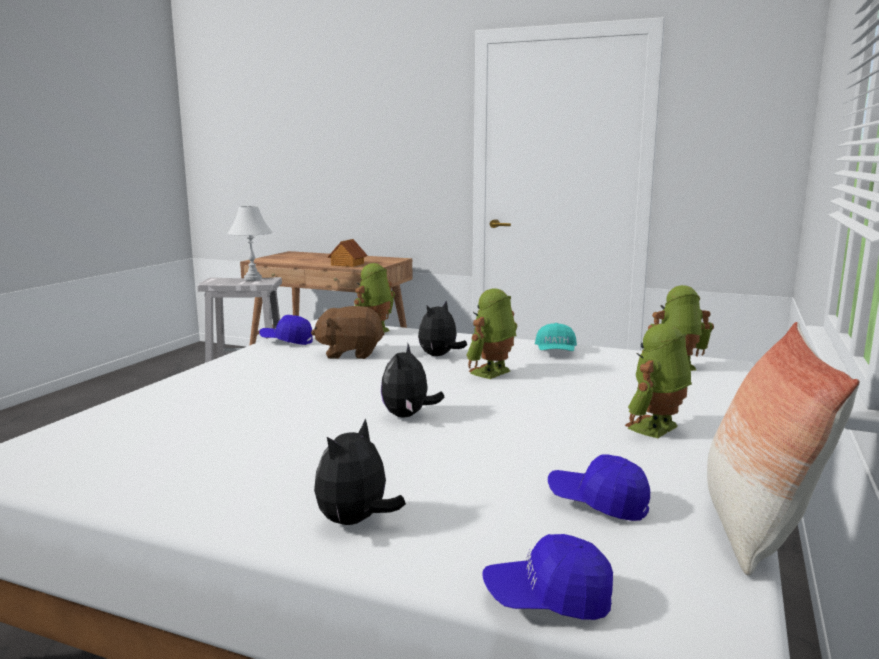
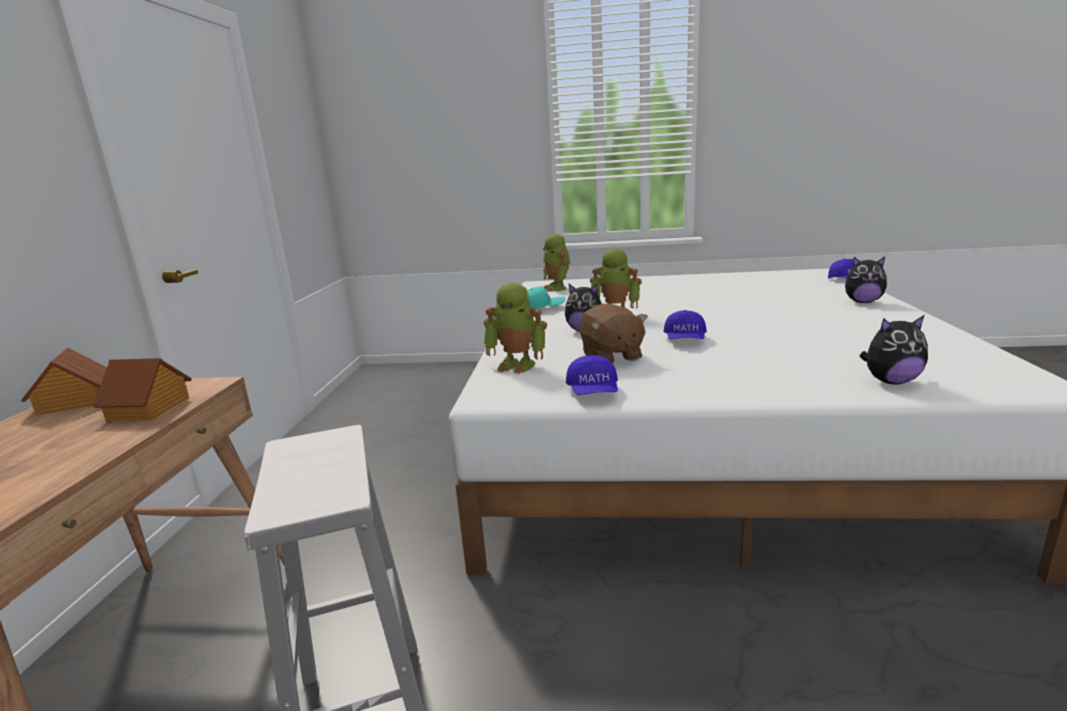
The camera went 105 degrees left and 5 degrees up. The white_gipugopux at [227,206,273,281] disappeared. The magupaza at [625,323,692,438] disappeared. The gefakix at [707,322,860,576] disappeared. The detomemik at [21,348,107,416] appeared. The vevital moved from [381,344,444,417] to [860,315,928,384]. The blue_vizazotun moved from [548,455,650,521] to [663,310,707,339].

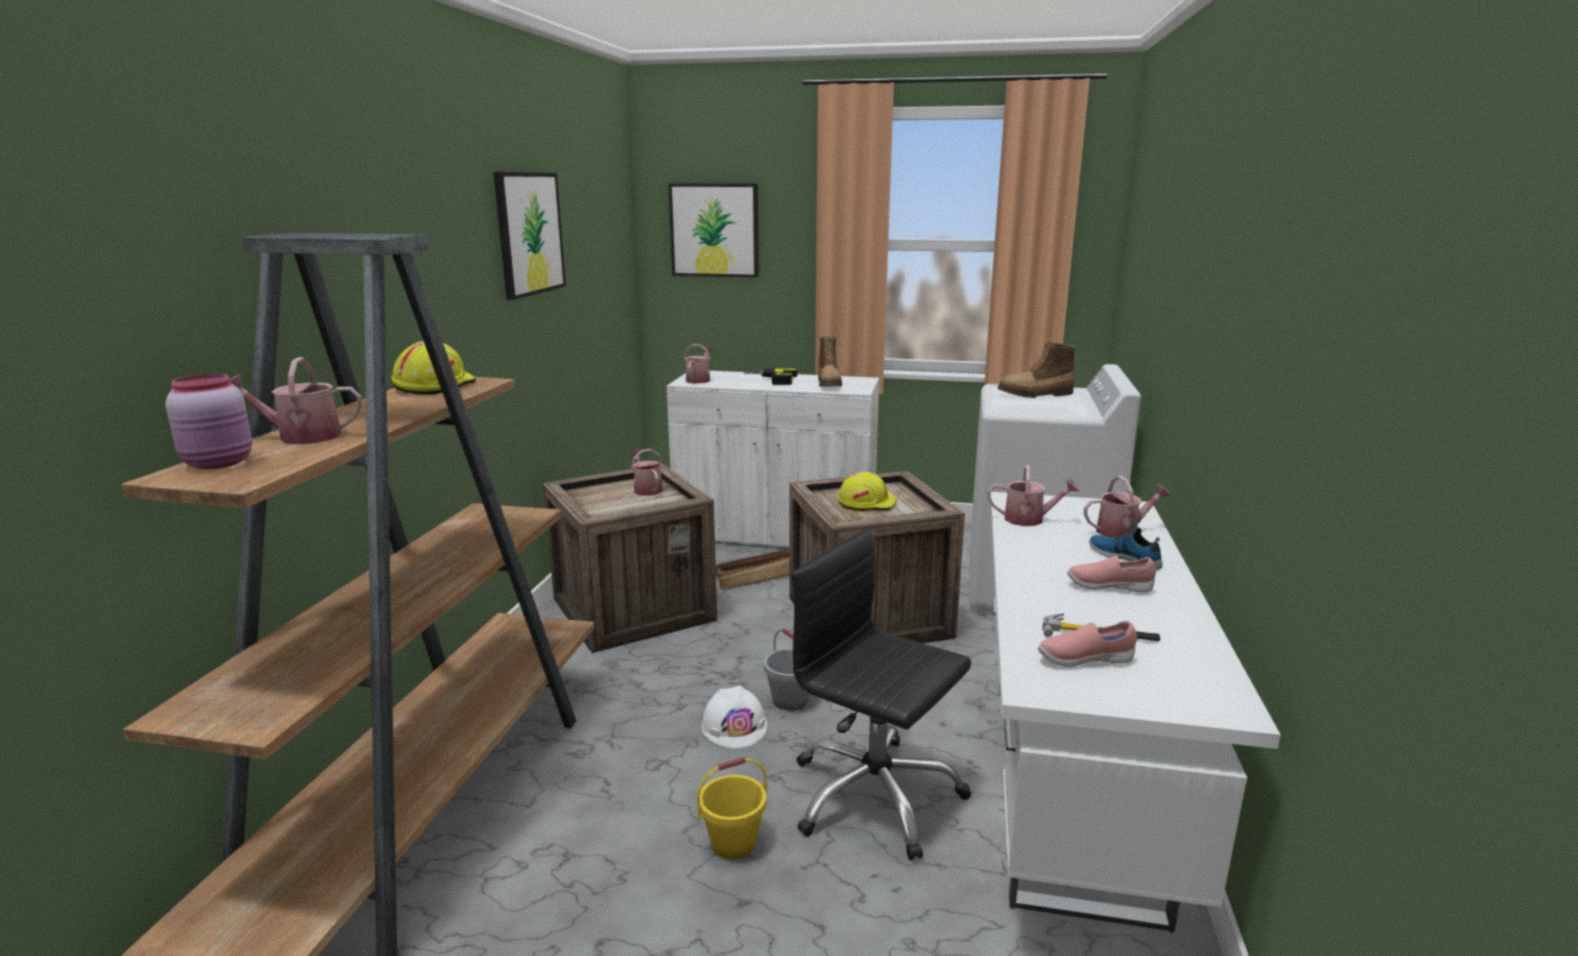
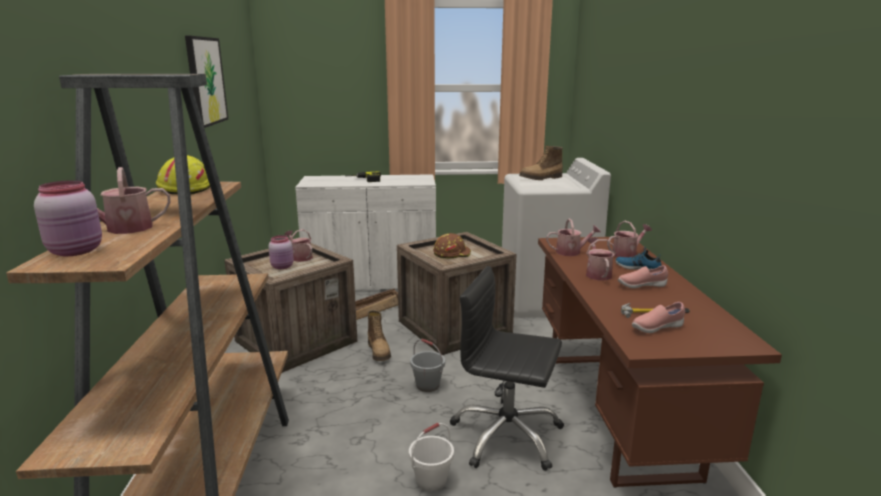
The camera went 15 degrees left and 0 degrees up. The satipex at [668,183,759,277] disappeared. The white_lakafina at [701,685,768,748] disappeared. The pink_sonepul at [268,235,294,269] appeared. The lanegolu moved from [684,344,712,384] to [586,237,616,280]. The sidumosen moved from [818,337,842,386] to [367,310,391,361]. The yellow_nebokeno at [697,757,767,859] became the white_nebokeno at [409,423,454,492]. The yellow_lakafina at [838,472,897,511] became the brown_lakafina at [433,233,471,258]. The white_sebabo at [990,492,1281,933] became the brown_sebabo at [538,237,782,488].

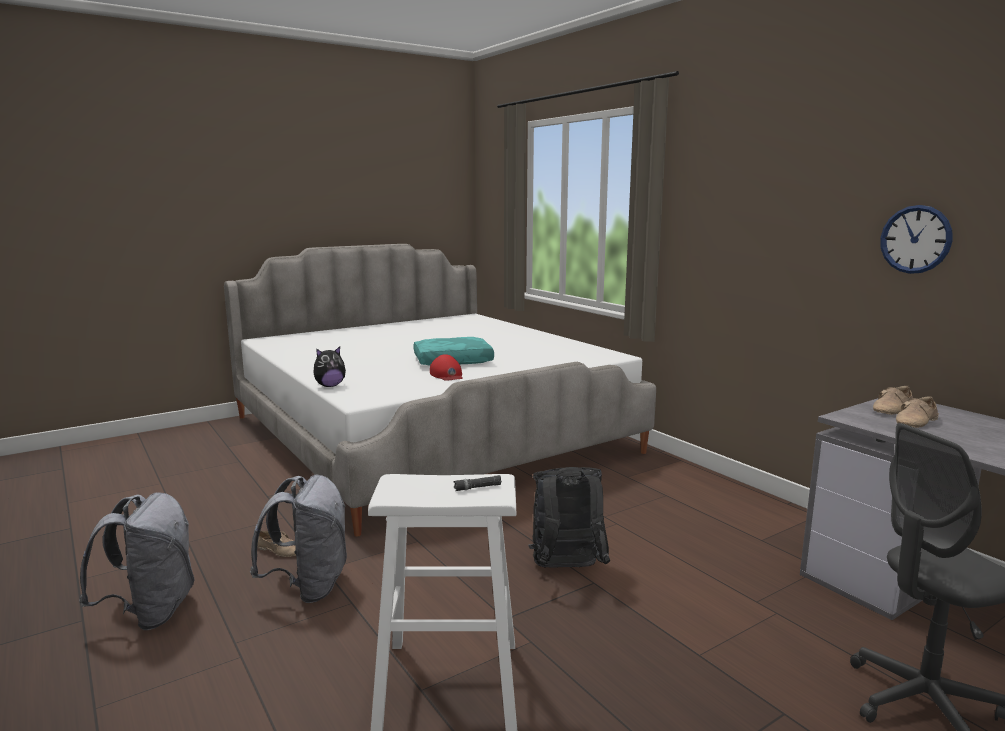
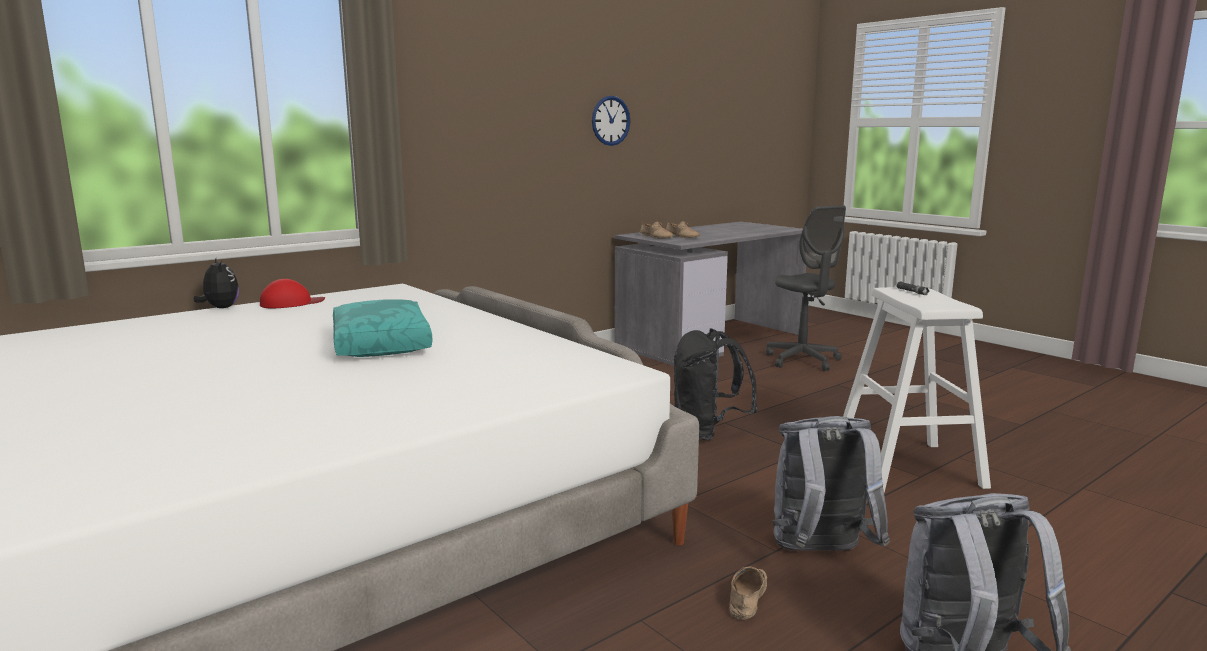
The camera went 95 degrees left and 0 degrees up. The vevital moved from [313,346,346,387] to [194,258,239,308]. The red_vizazotun moved from [430,354,463,381] to [260,279,325,308].

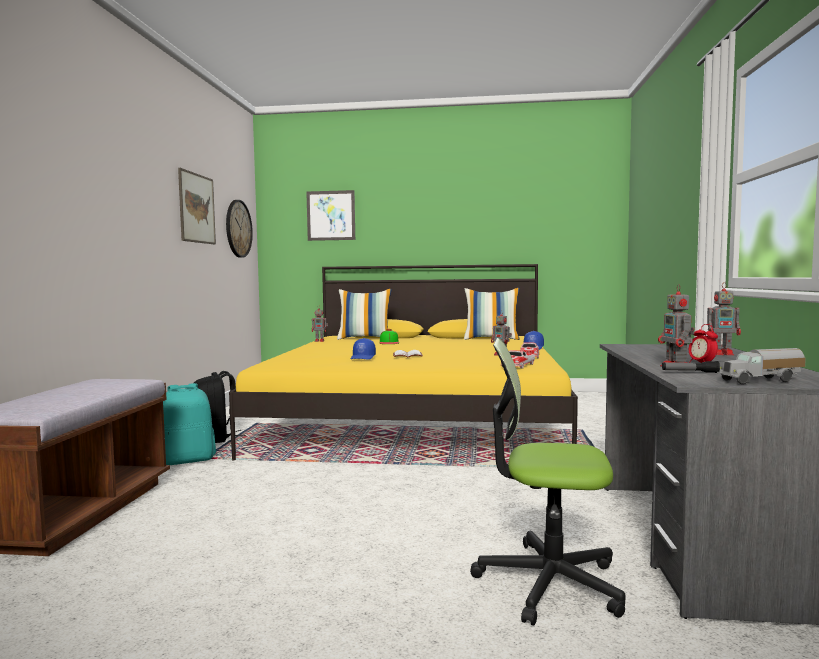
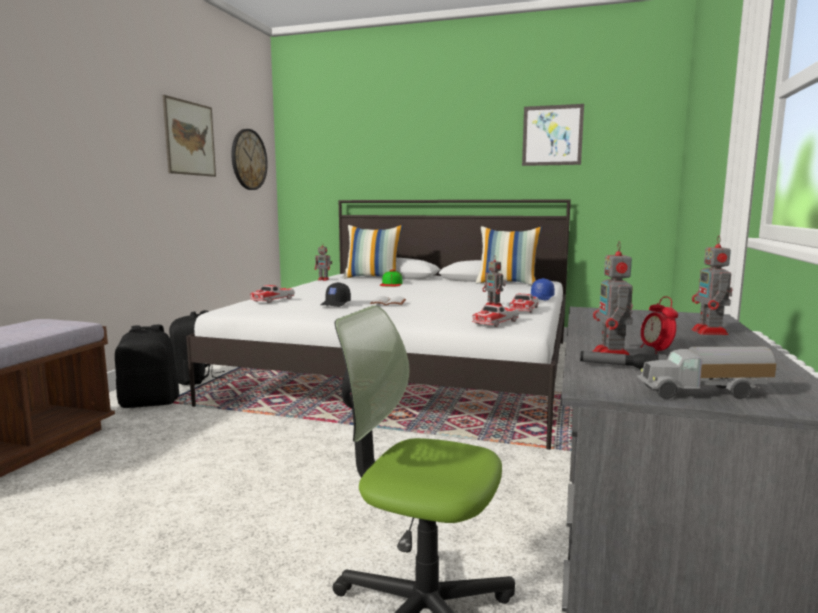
The camera went 10 degrees right and 5 degrees up. The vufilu at [250,285,295,303] appeared. The satipex moved from [306,190,355,241] to [522,104,584,166]. The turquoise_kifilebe at [163,383,216,465] became the black_kifilebe at [115,325,179,408]. The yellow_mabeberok at [229,264,578,460] became the white_mabeberok at [186,199,571,450]. The blue_vizazotun at [351,338,376,360] became the black_vizazotun at [321,282,351,307]. The magupaza at [707,282,741,355] turned 75 degrees clockwise.

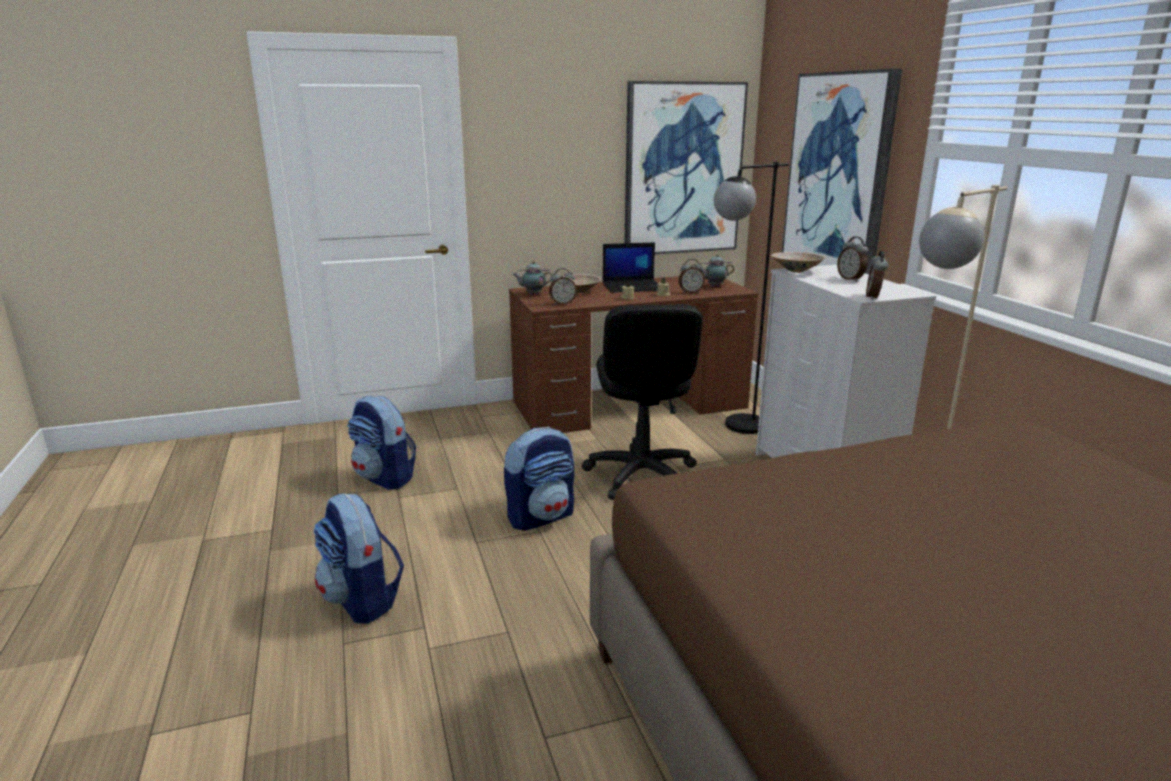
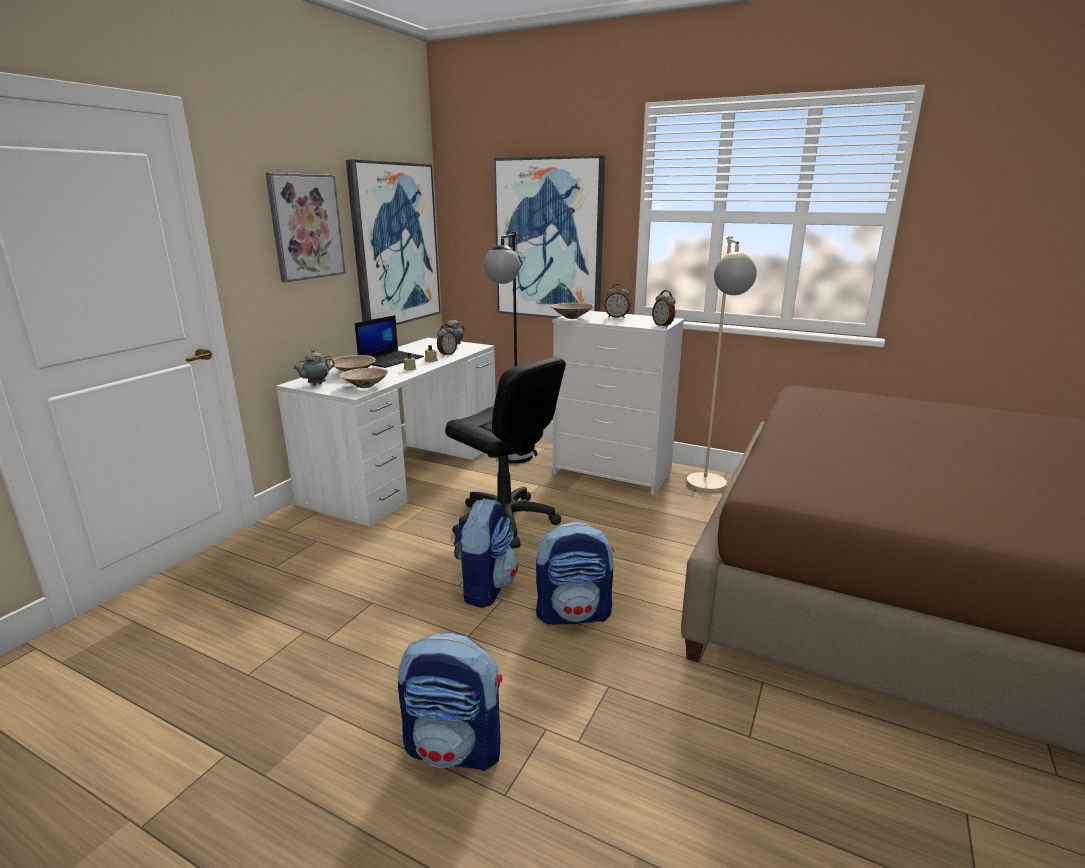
The camera went 45 degrees left and 0 degrees up. The satipex at [265,173,346,282] appeared. The kifilebe moved from [347,395,416,490] to [536,521,614,624]. The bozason at [549,268,577,305] was replaced by the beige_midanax at [340,368,388,388]. The brown_sebabo at [509,276,758,433] became the white_sebabo at [276,338,496,527].

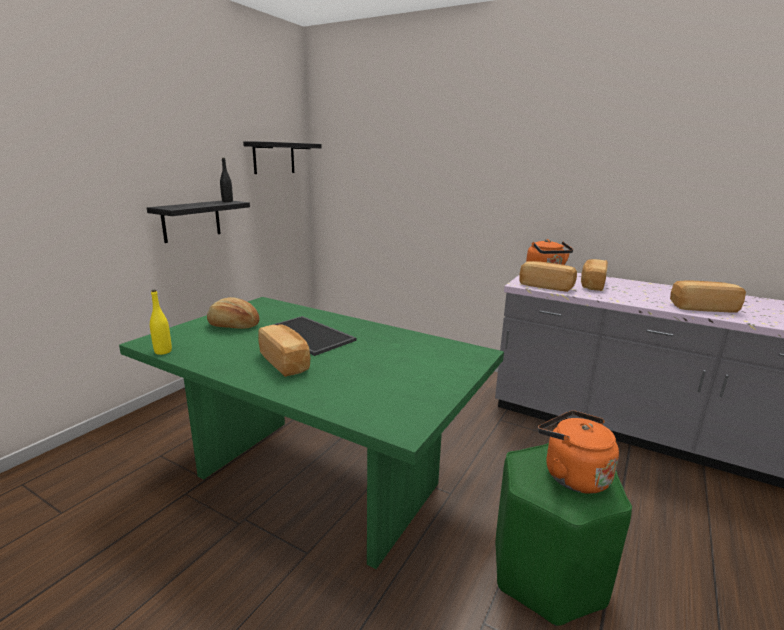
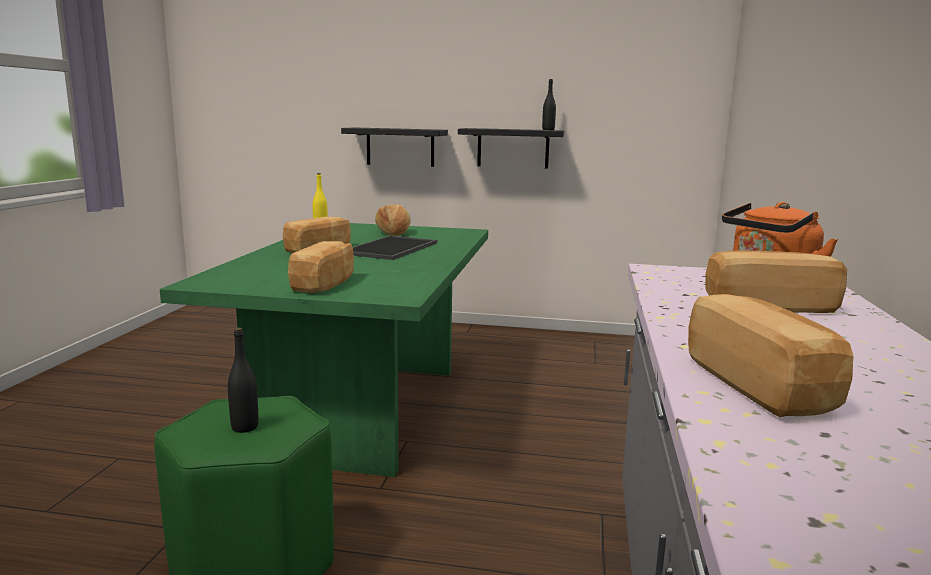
The camera went 70 degrees right and 5 degrees down. The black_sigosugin moved from [243,141,322,174] to [341,128,448,167]. The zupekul moved from [519,261,577,292] to [288,241,354,293]. The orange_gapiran at [538,411,619,494] was replaced by the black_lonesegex at [228,328,258,433].

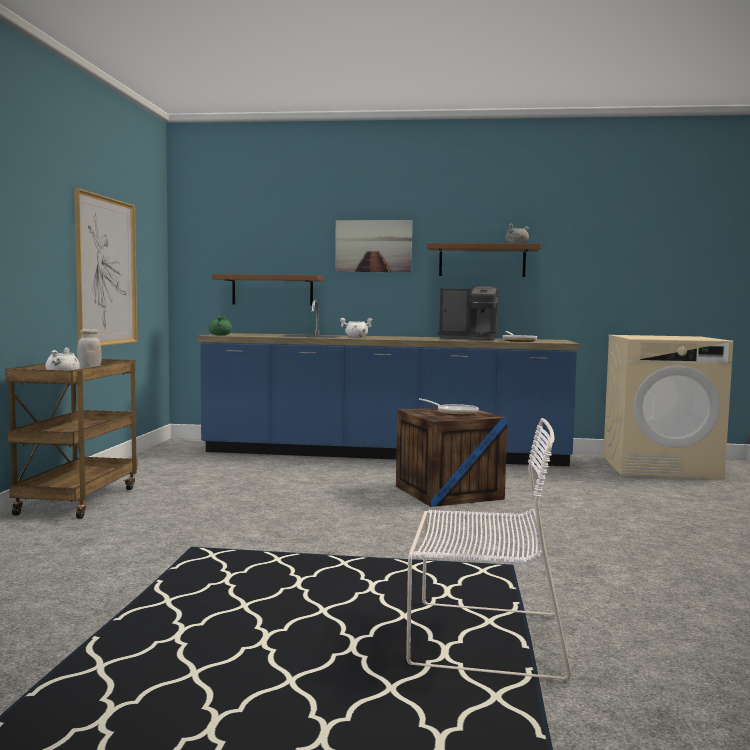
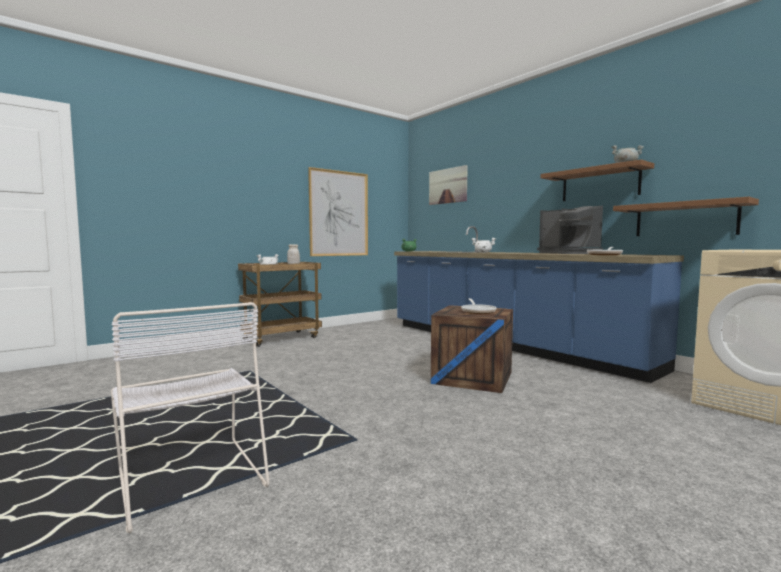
The camera went 45 degrees right and 0 degrees up. The brown_sigosugin moved from [212,274,324,306] to [613,197,759,236]. The satipex moved from [335,220,412,272] to [429,165,468,205].

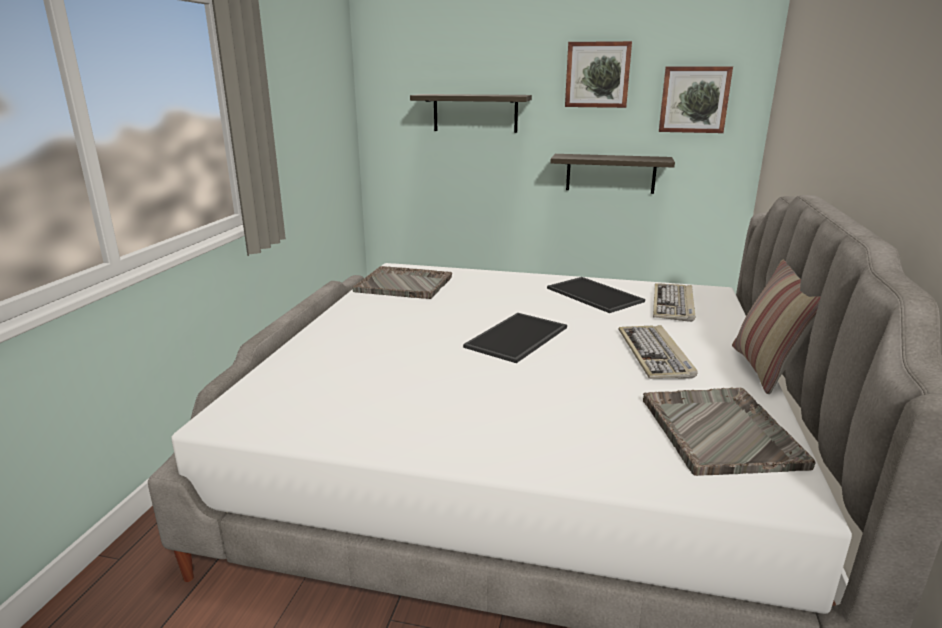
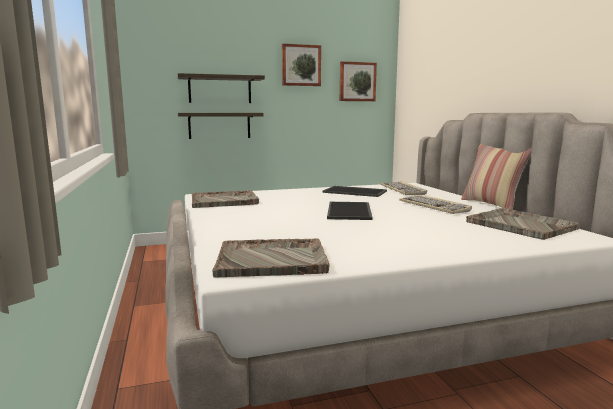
The camera went 30 degrees left and 10 degrees down. The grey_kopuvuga at [212,238,330,277] appeared. The sigosugin moved from [550,154,675,194] to [178,113,264,139].

